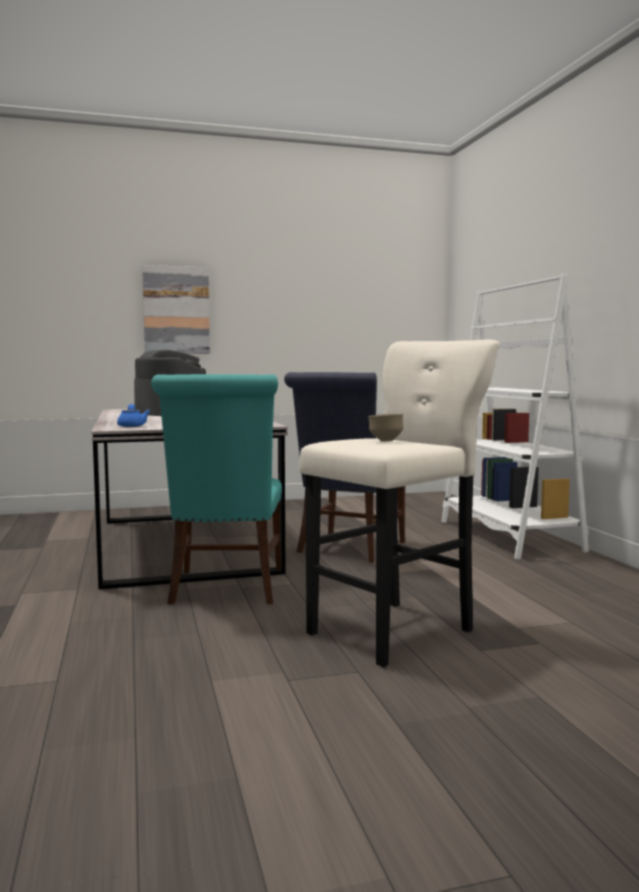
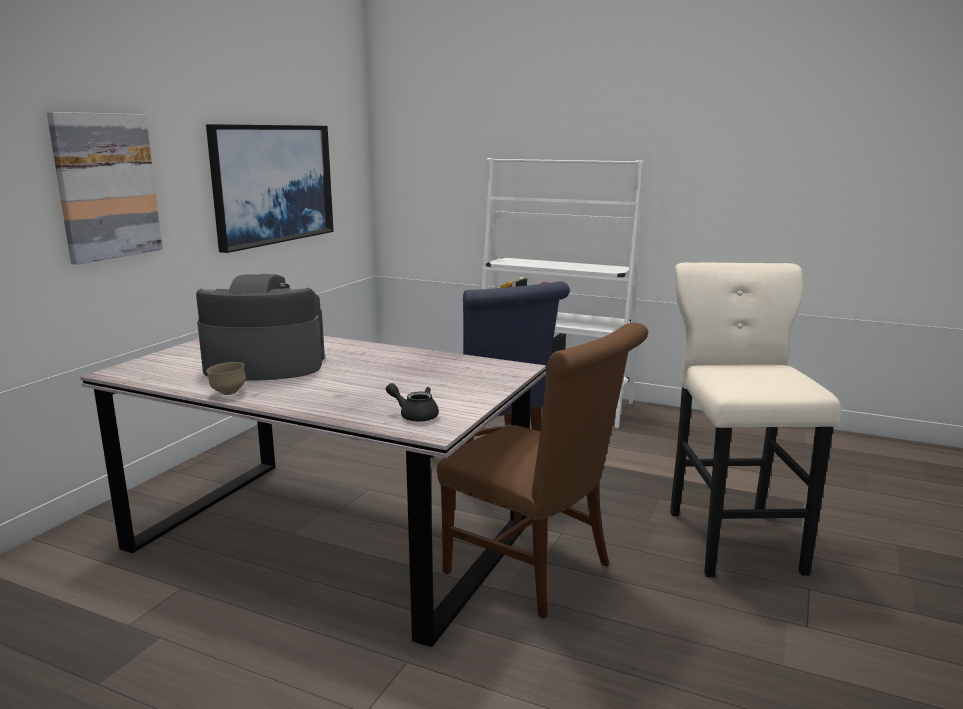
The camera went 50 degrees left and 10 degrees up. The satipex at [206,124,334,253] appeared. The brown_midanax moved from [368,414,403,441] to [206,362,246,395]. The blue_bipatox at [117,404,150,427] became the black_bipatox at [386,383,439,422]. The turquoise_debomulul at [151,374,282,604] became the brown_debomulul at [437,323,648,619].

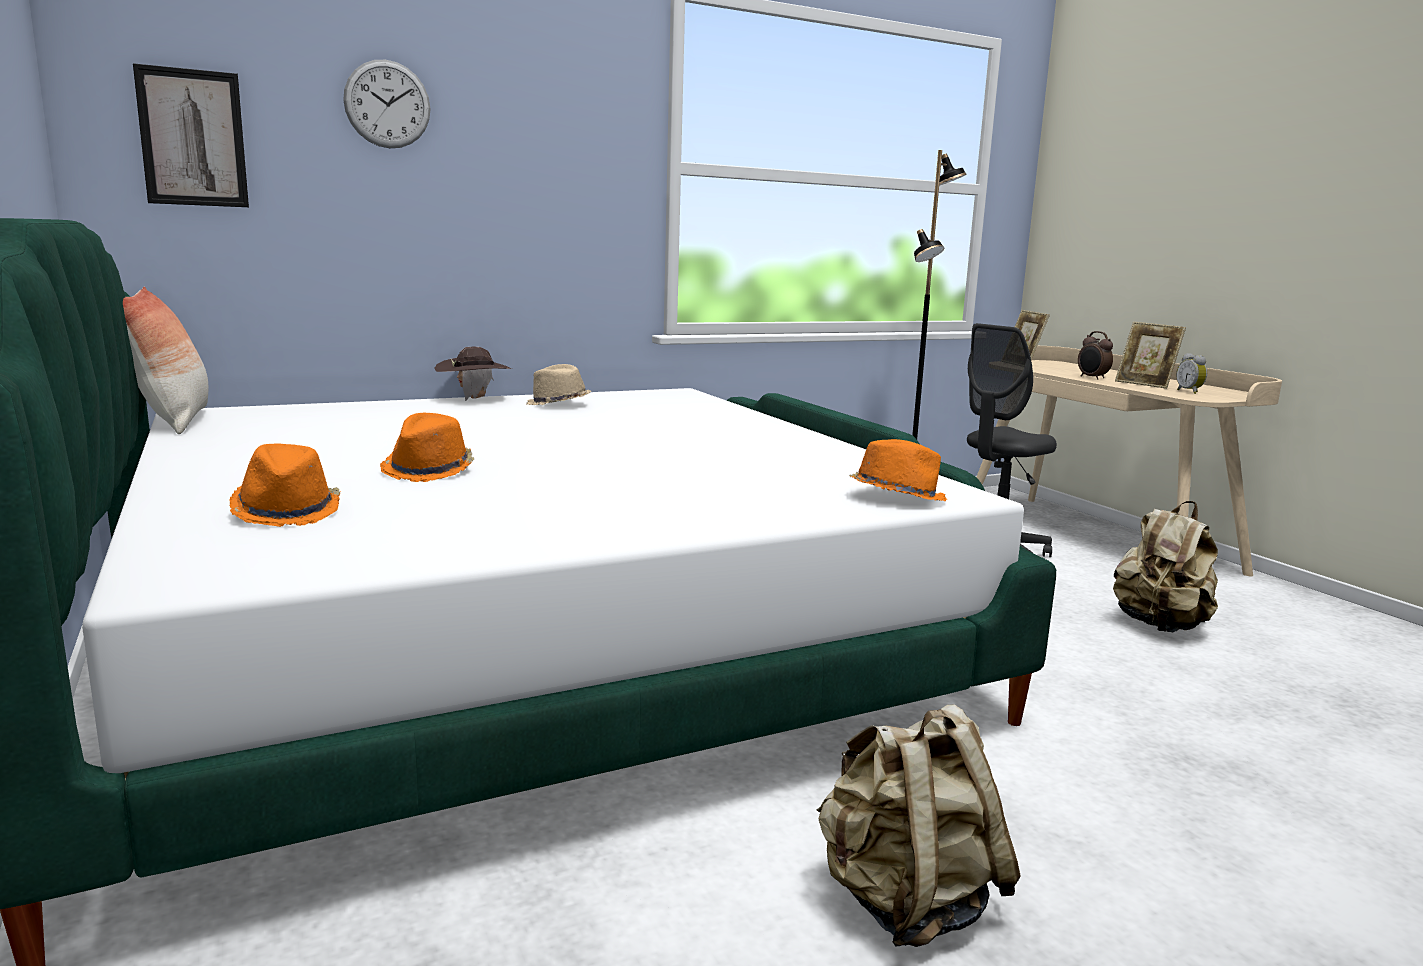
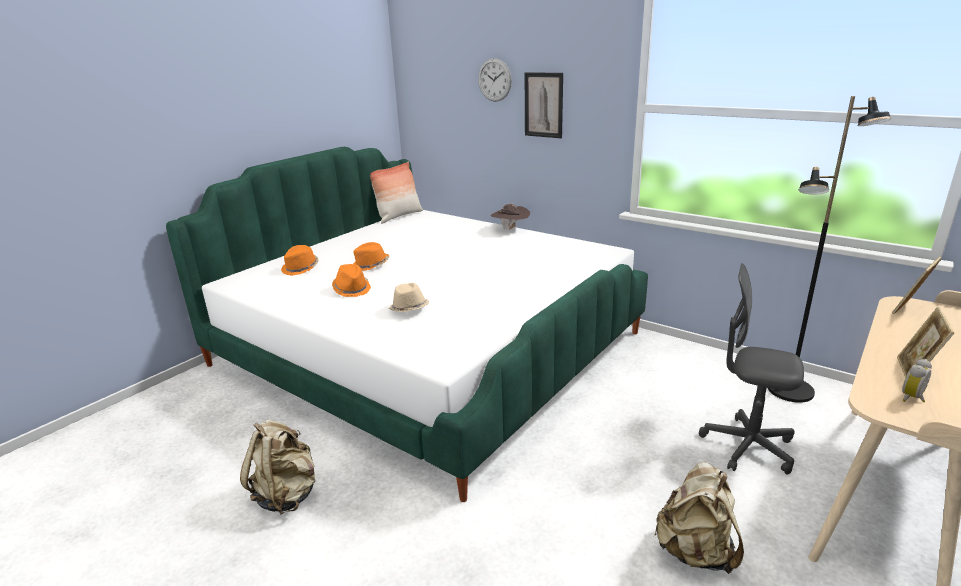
The camera went 65 degrees right and 10 degrees up. The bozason at [1078,331,1113,380] disappeared. The satipex moved from [133,63,249,207] to [525,72,563,138]. The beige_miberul moved from [526,364,591,405] to [389,283,429,312]. The orange_miberul moved from [849,439,947,501] to [332,264,371,297].

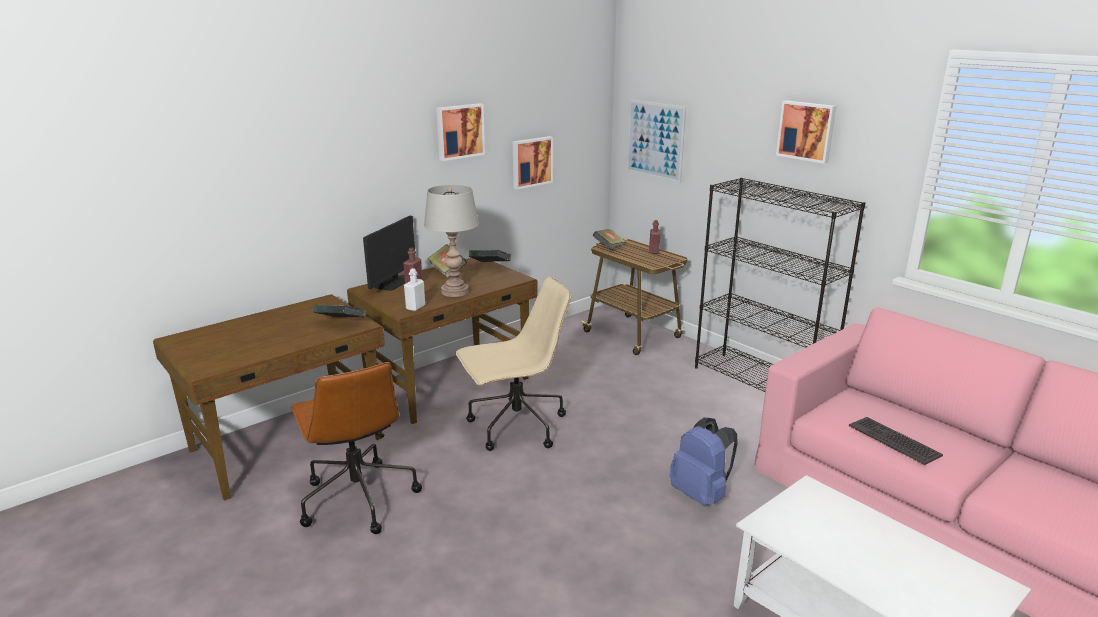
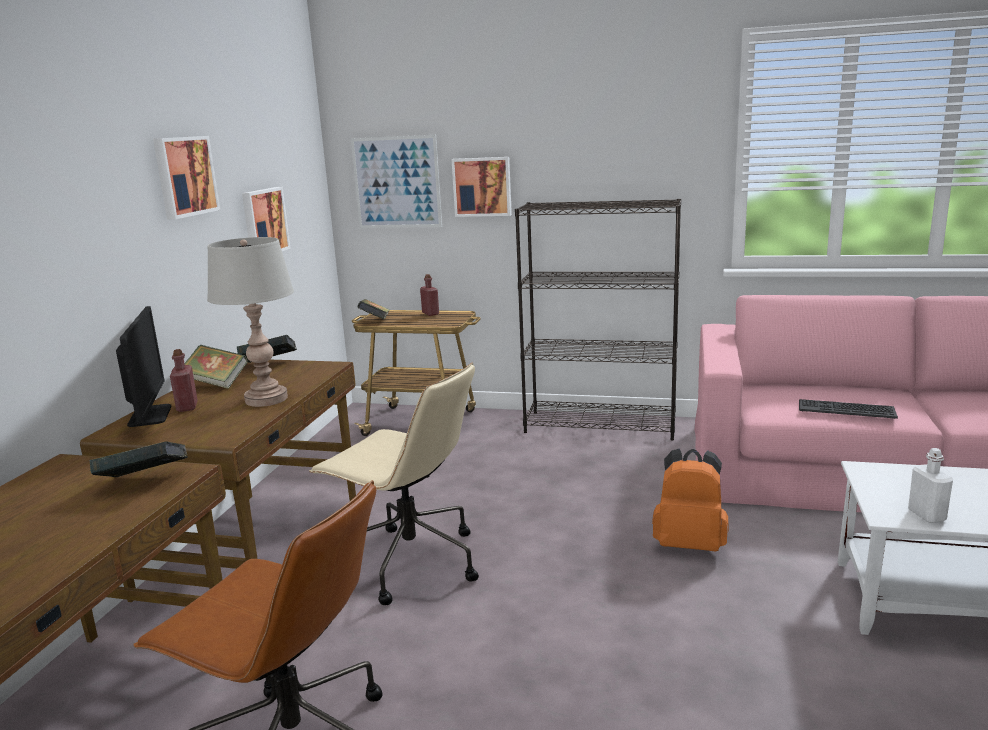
The camera went 35 degrees left and 5 degrees down. The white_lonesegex moved from [404,268,425,311] to [908,448,953,523]. The satipex moved from [776,101,836,164] to [452,157,512,217]. The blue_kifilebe at [669,418,738,506] became the orange_kifilebe at [652,449,729,552]. The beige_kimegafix at [455,277,571,451] turned 90 degrees clockwise.

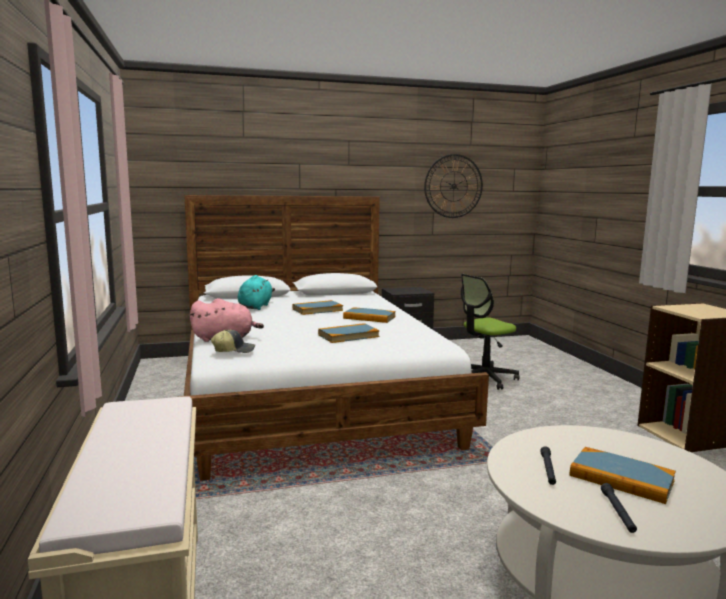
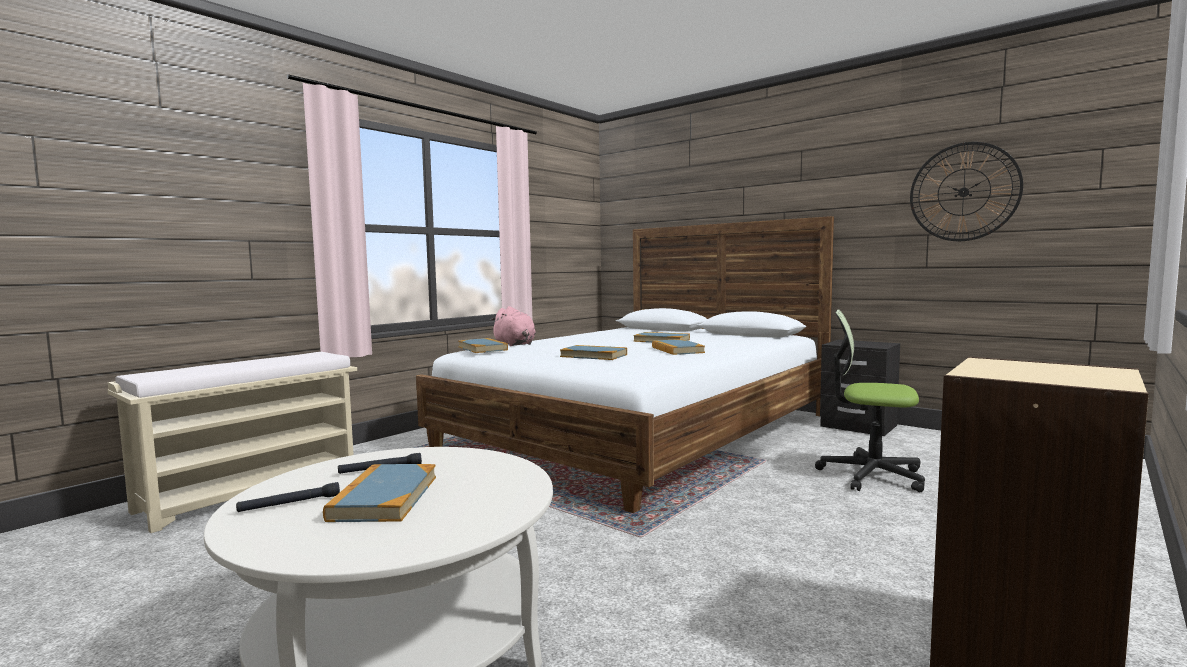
The camera went 55 degrees right and 5 degrees down. The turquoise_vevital at [238,275,275,310] disappeared. The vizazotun at [211,330,255,353] was replaced by the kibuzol at [458,338,508,353].

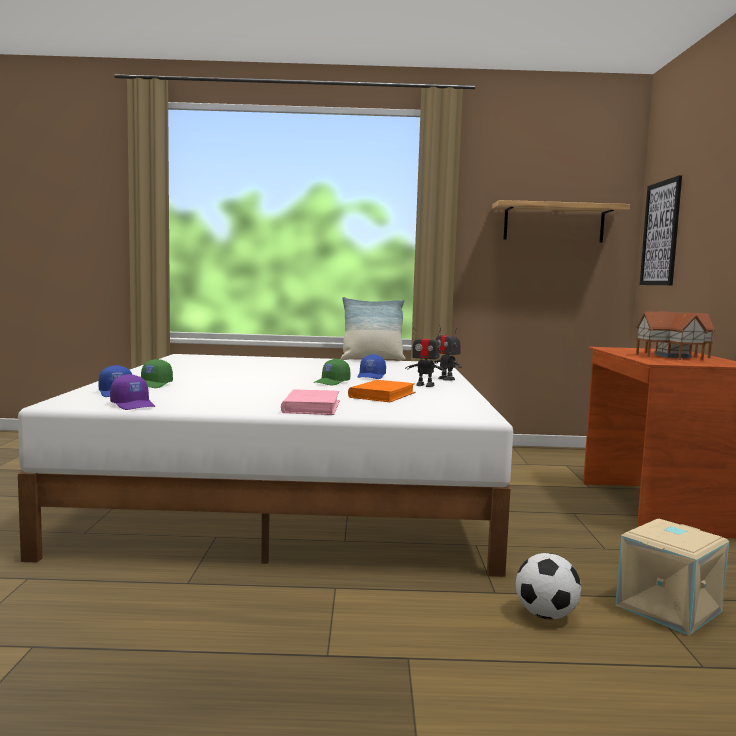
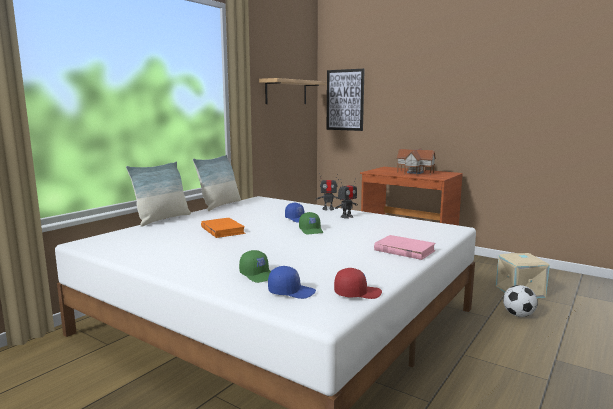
The camera went 55 degrees left and 5 degrees up. The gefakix at [126,161,191,227] appeared. The orange_kibuzol moved from [348,380,416,402] to [201,218,245,238]. The purple_vizazotun at [110,374,155,410] became the red_vizazotun at [334,268,382,299].

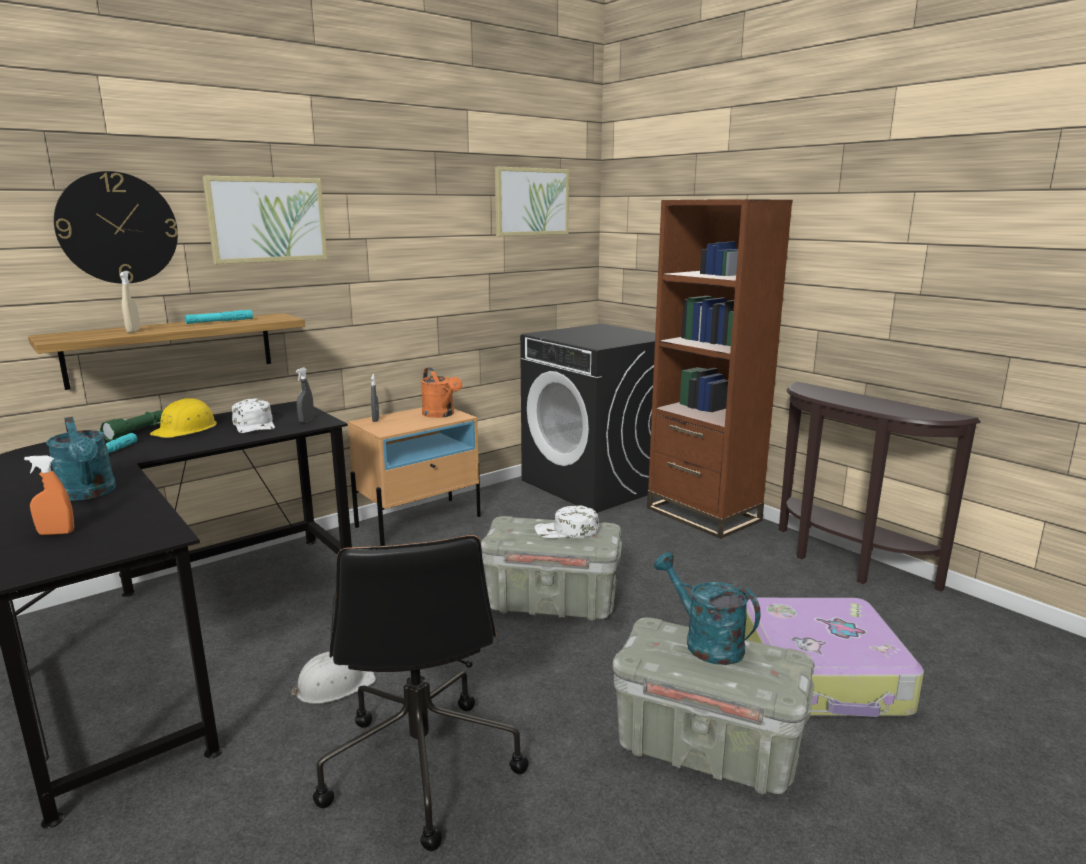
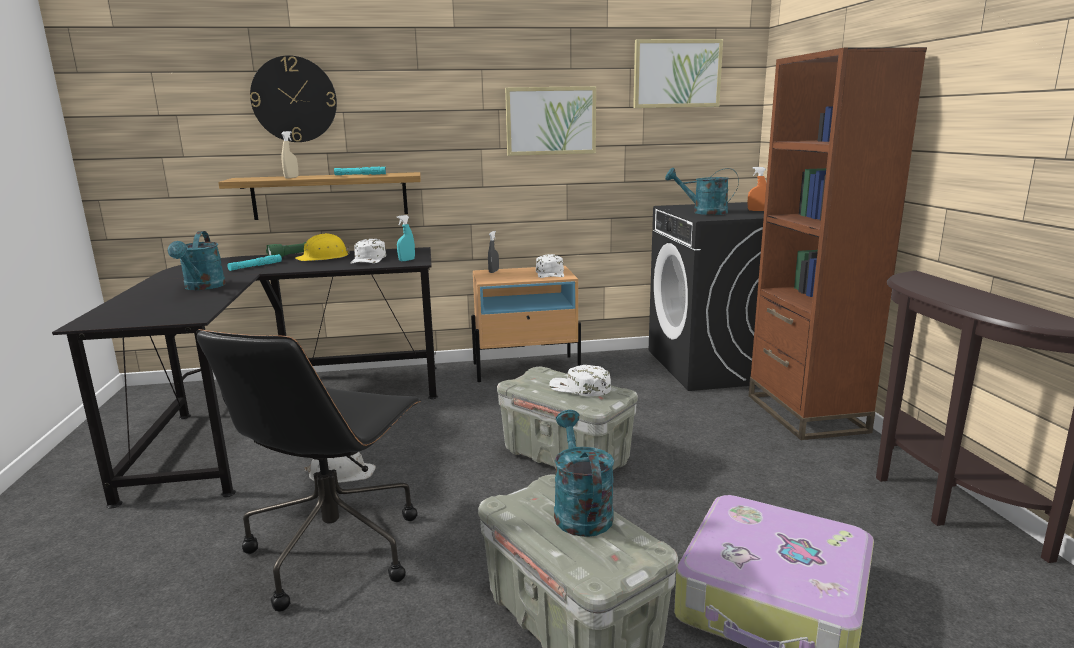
The camera went 30 degrees right and 0 degrees up. The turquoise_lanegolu at [665,167,739,215] appeared. The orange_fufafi moved from [24,455,74,535] to [748,167,766,211]. The satipex moved from [202,176,327,264] to [505,86,596,156]. The orange_lanegolu at [421,367,462,418] was replaced by the white_vizazotun at [536,254,564,278]. The grey_fufafi at [296,368,314,423] became the turquoise_fufafi at [397,215,415,261].

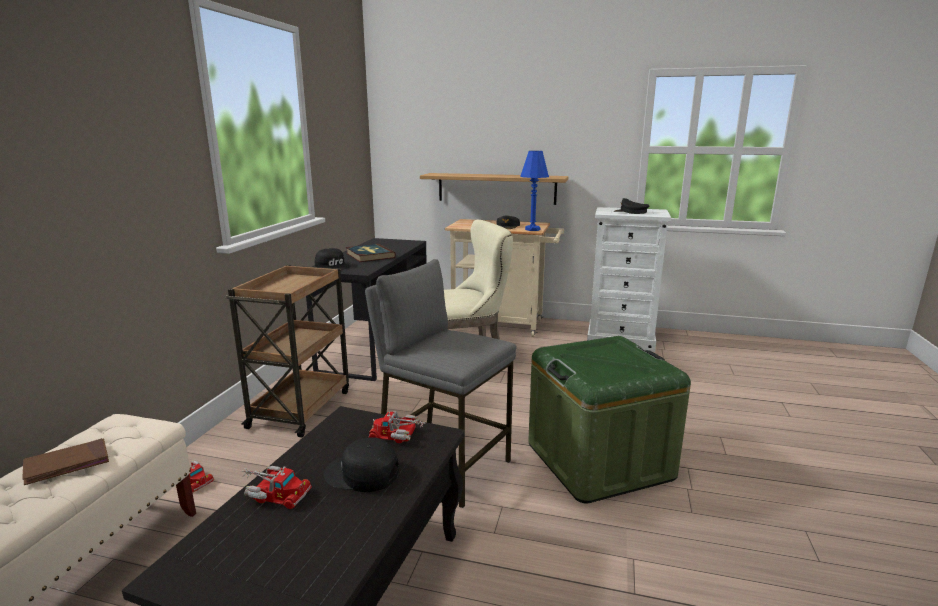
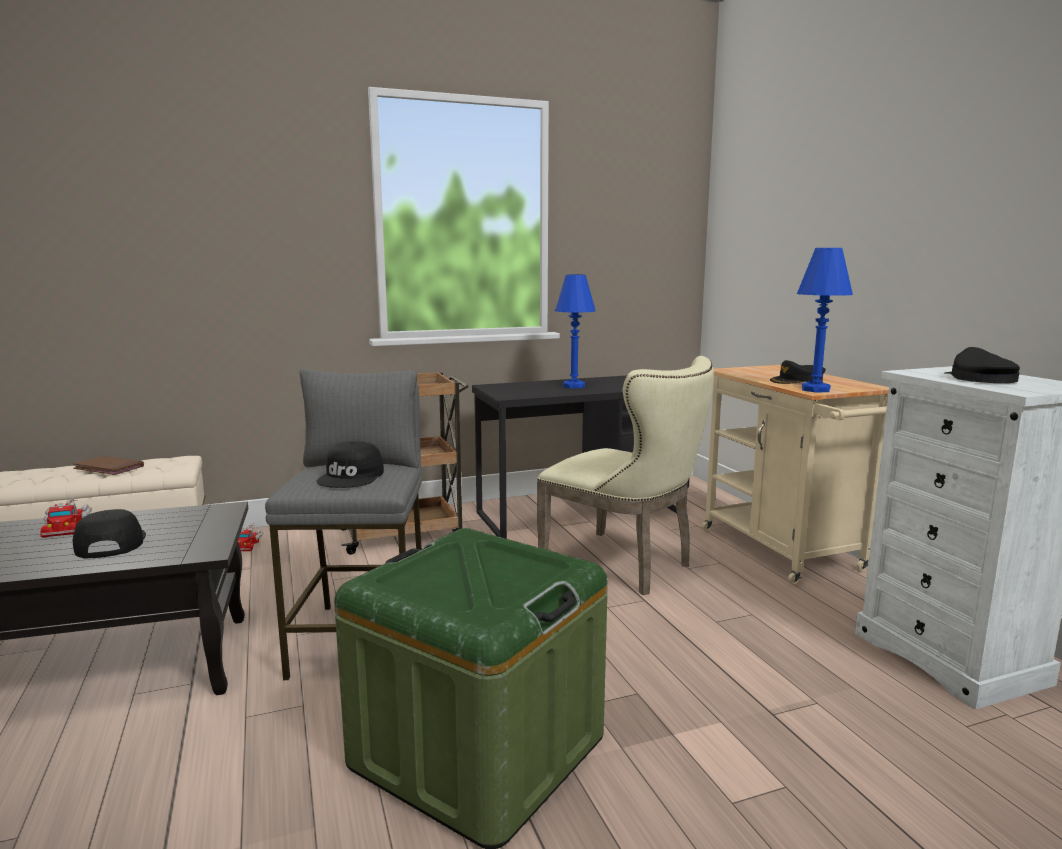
The camera went 55 degrees right and 5 degrees down. The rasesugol at [369,411,427,443] disappeared. The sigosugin at [420,173,568,205] disappeared. The black_vizazotun moved from [315,248,350,270] to [316,441,384,488]. The kibuzol at [346,244,396,262] was replaced by the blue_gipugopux at [555,275,596,388].

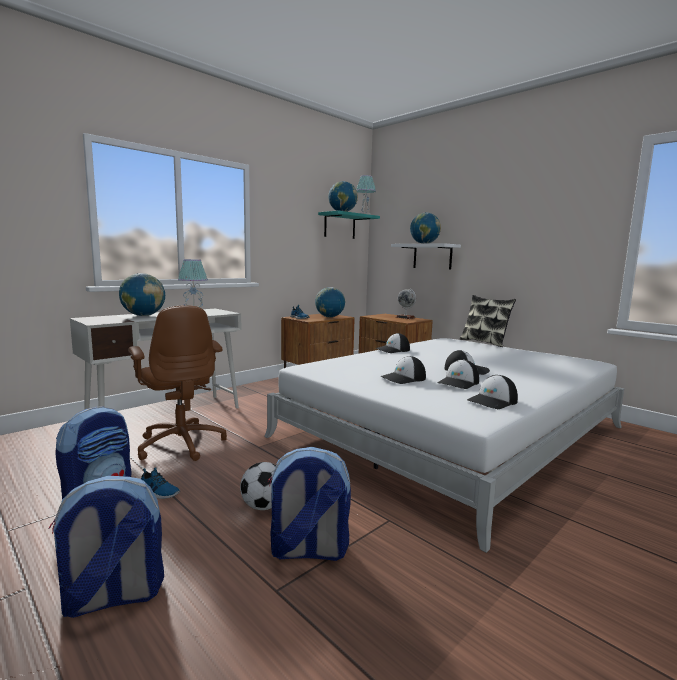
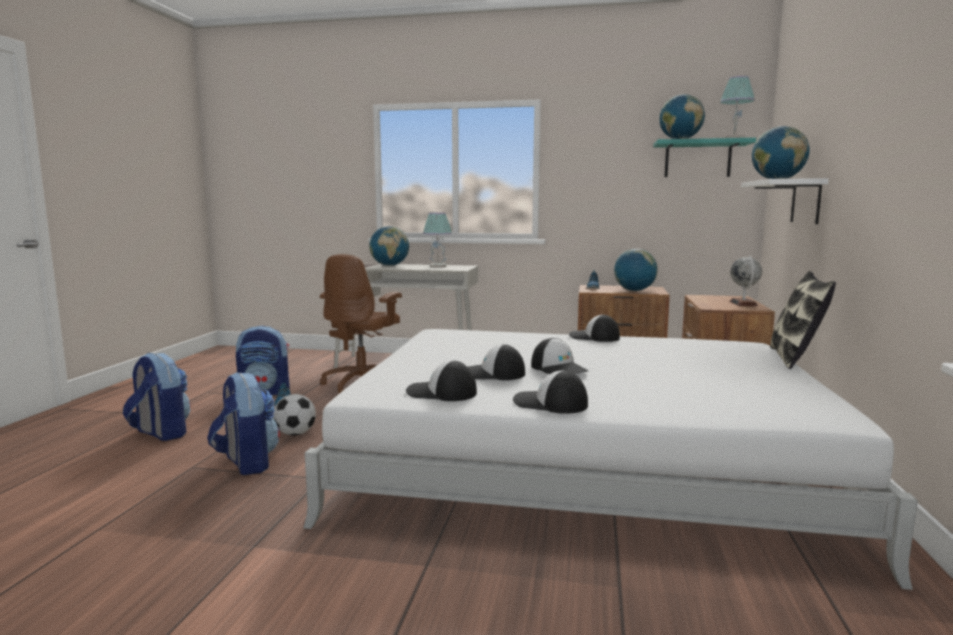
The camera went 55 degrees right and 0 degrees up. The vizazotun moved from [381,356,426,384] to [513,370,588,414].

